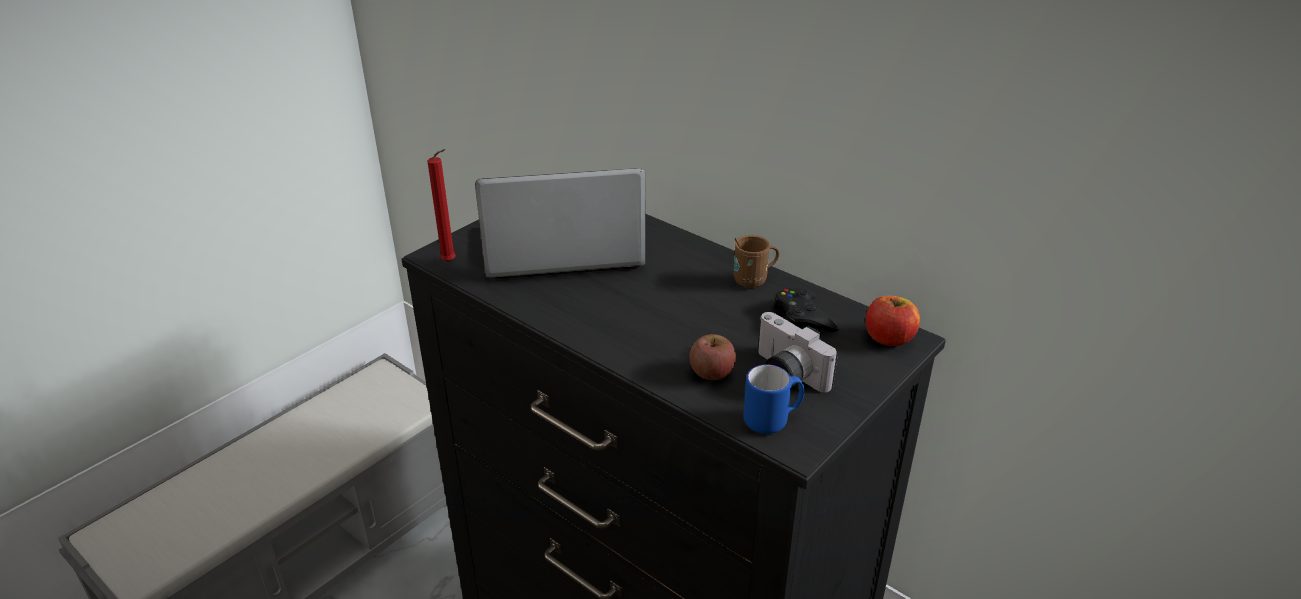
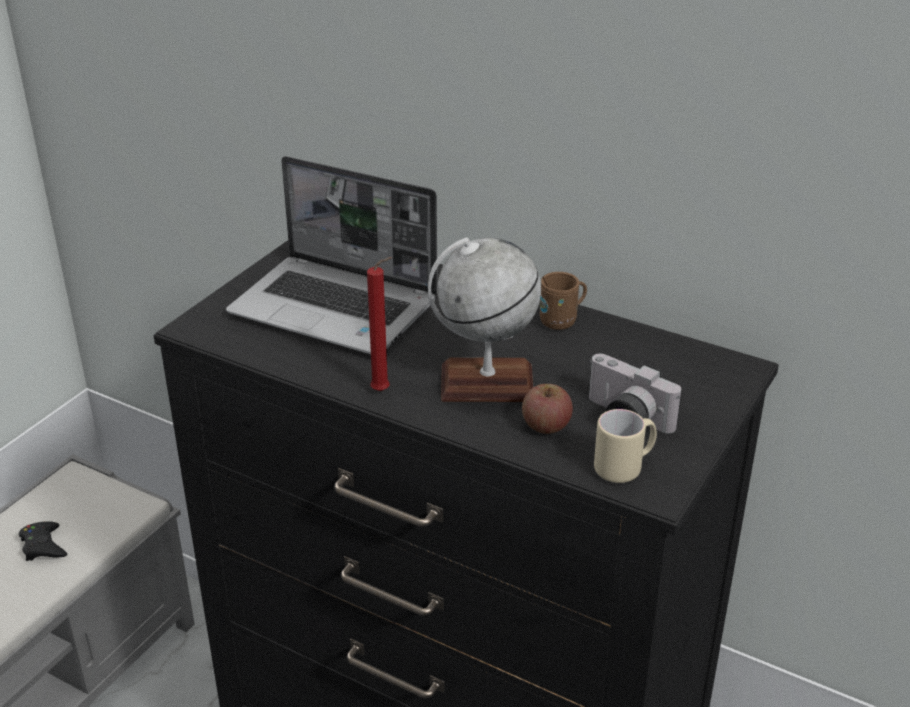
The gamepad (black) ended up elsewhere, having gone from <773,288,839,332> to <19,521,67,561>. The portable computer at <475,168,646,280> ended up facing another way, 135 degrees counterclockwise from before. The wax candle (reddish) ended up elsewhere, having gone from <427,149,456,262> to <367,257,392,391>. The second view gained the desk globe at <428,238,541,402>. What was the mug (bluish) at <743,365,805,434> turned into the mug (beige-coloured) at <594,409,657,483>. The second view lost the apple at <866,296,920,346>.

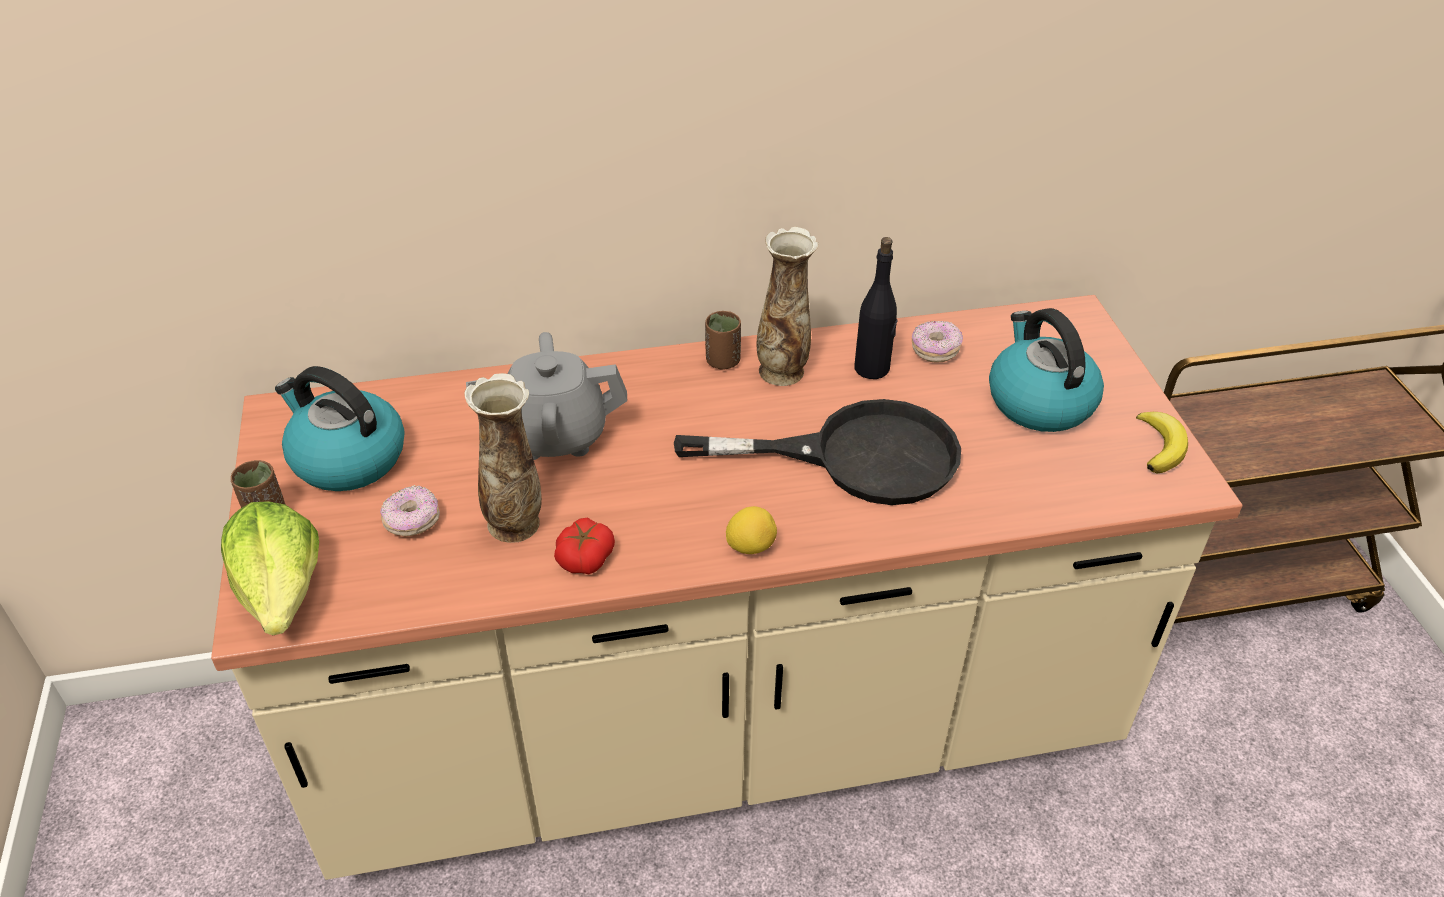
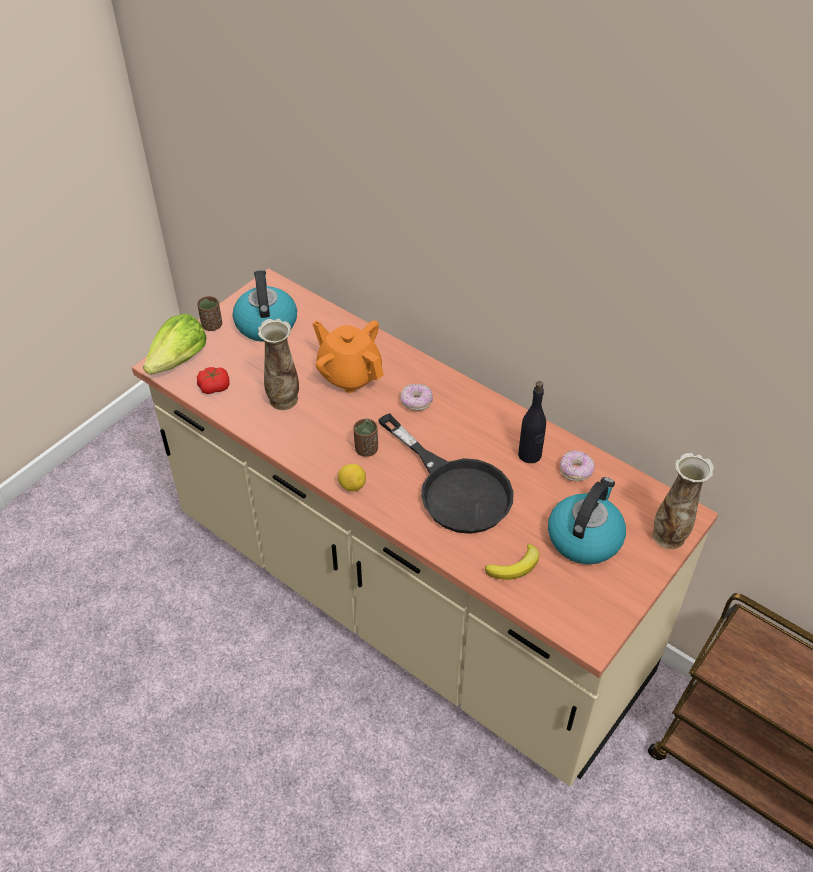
The whole tomato ended up elsewhere, having gone from <554,517,615,574> to <197,367,230,394>. What was the teapot (gray) at <466,332,627,460> turned into the teapot (orange) at <312,320,384,393>. The cup (brown-coloured) ended up elsewhere, having gone from <705,311,741,370> to <353,419,378,457>. The doughnut ended up elsewhere, having gone from <380,485,440,536> to <400,384,433,411>. The banana fruit ended up elsewhere, having gone from <1136,412,1188,473> to <485,544,539,580>. The flower vase ended up elsewhere, having gone from <757,227,819,386> to <652,453,714,549>.

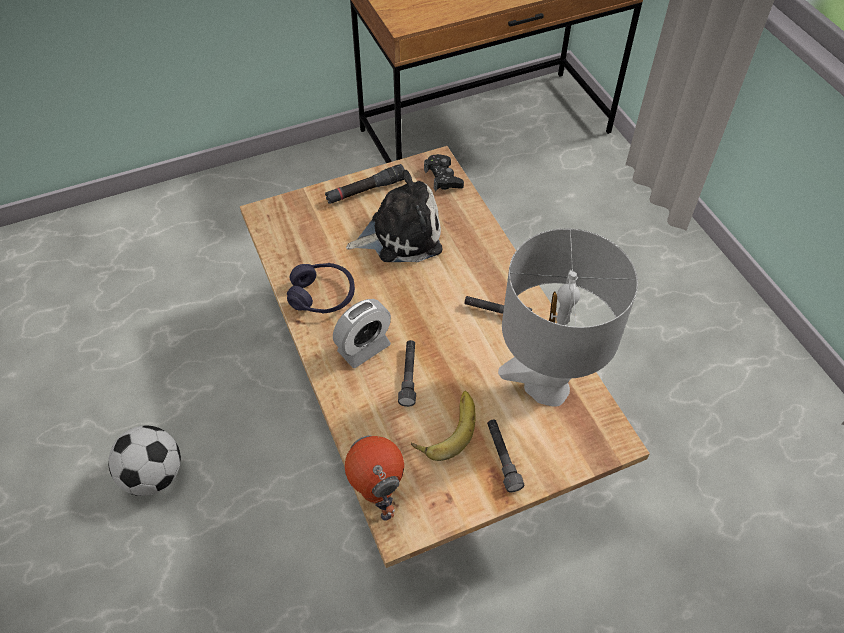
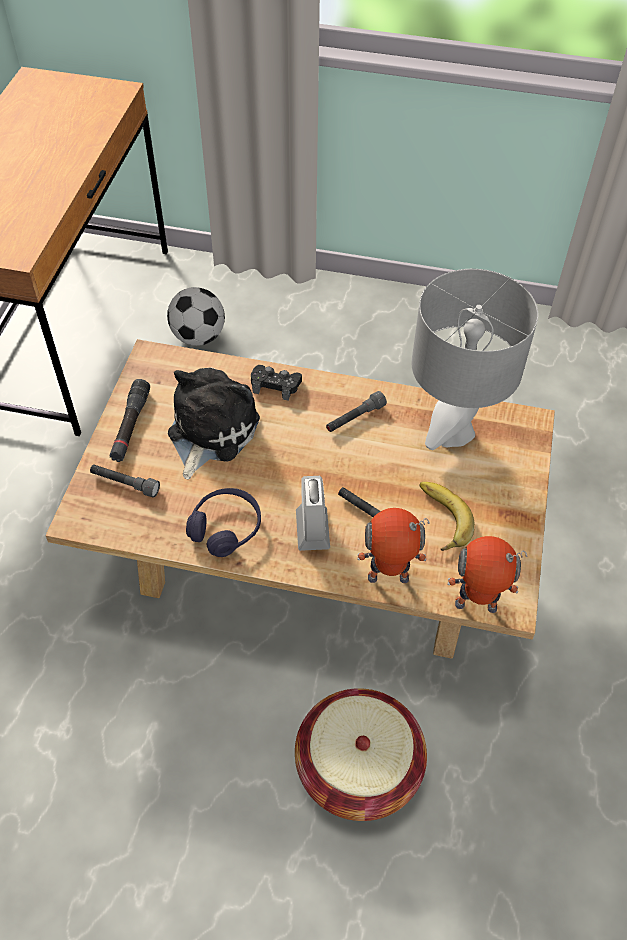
The flashlight (gray) ended up elsewhere, having gone from <487,419,524,492> to <90,464,160,497>. The football ball ended up elsewhere, having gone from <108,425,181,496> to <167,287,225,346>. The gamepad (black) ended up elsewhere, having gone from <424,154,464,192> to <251,365,302,401>. The second view gained the basket at <295,688,427,821>. The second view gained the toy robot at <357,508,430,583>.

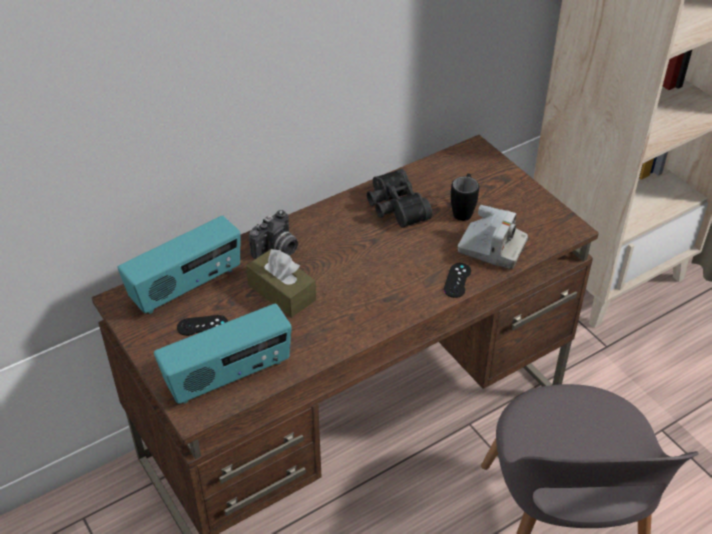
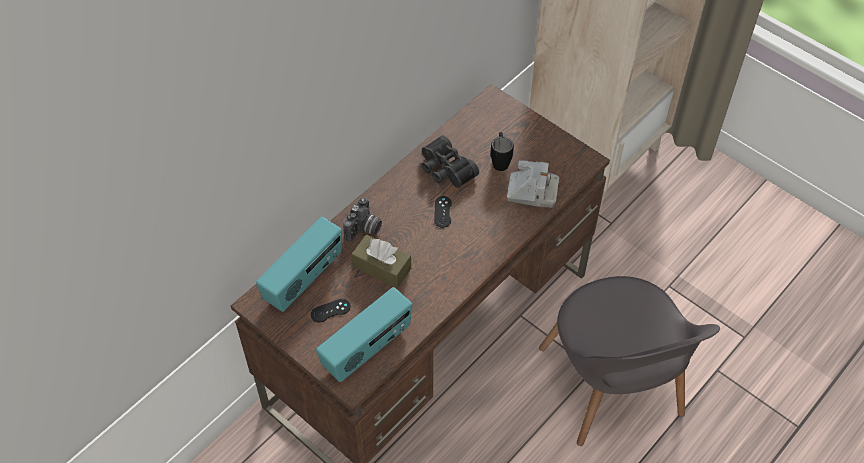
The gamepad (black) ended up elsewhere, having gone from <444,263,471,298> to <434,196,452,228>.

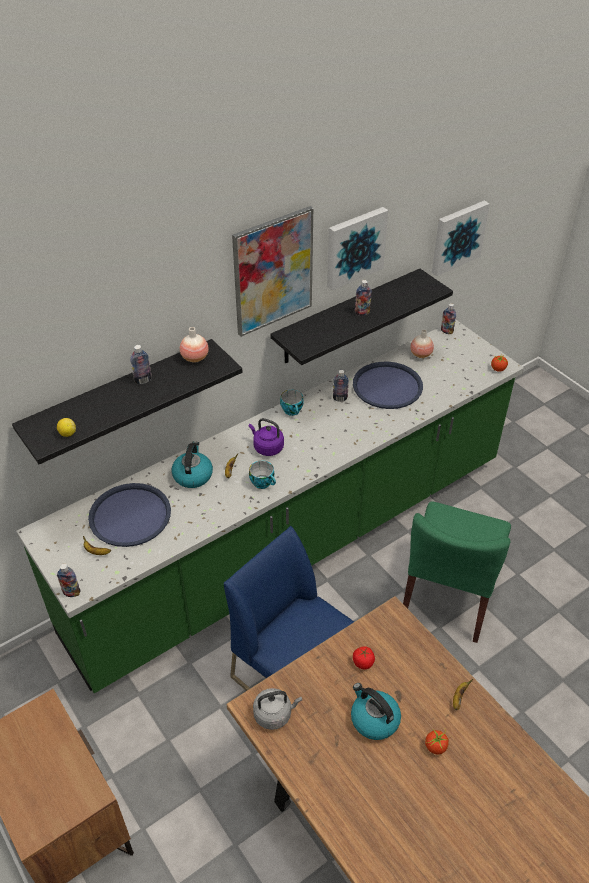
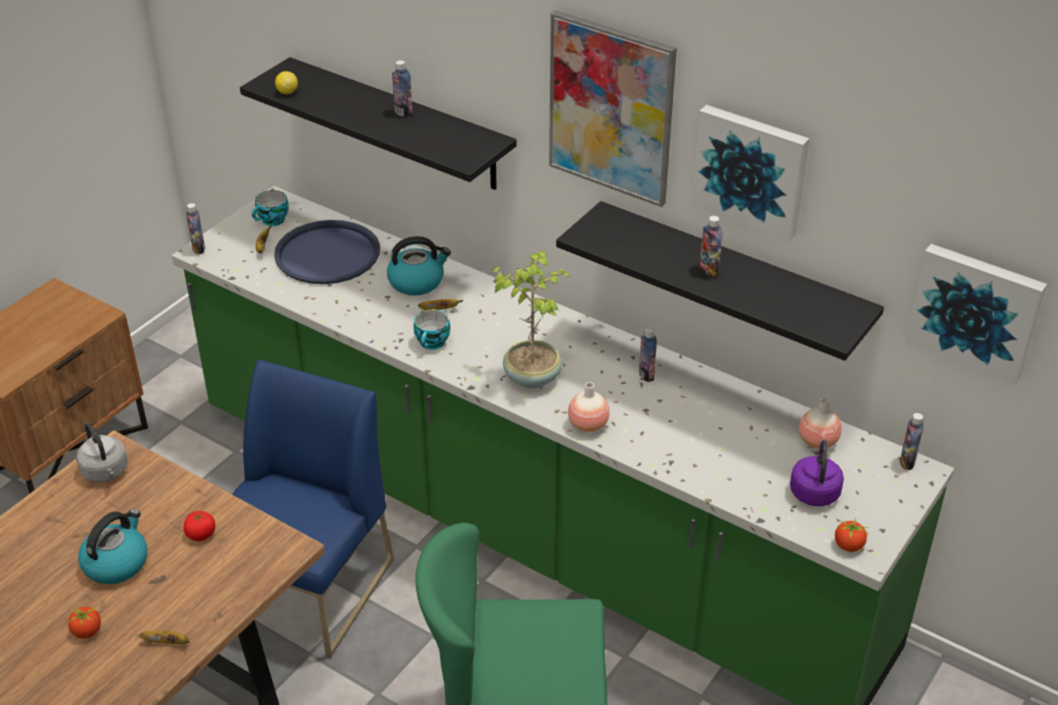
The cup ended up elsewhere, having gone from <280,390,304,416> to <252,190,289,226>. The second view gained the houseplant at <491,251,571,389>. The flower vase ended up elsewhere, having gone from <180,327,209,363> to <568,382,610,432>. The tea kettle (purplish) ended up elsewhere, having gone from <249,418,284,456> to <790,440,844,506>. The second view lost the tray (bluish) at <353,361,423,409>.

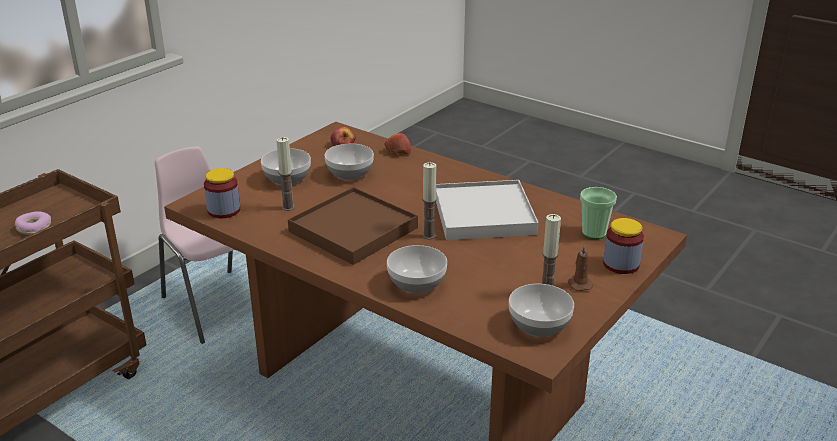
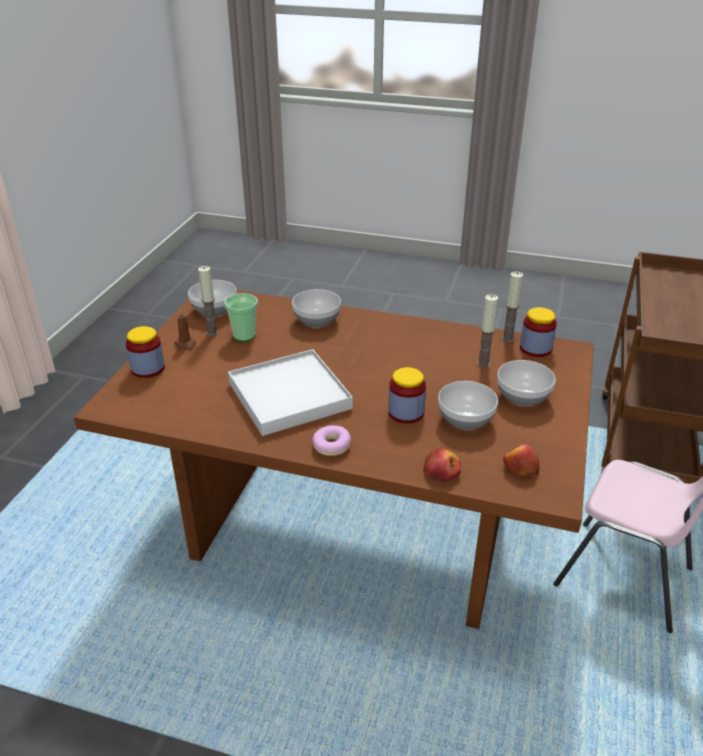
The cup ended up elsewhere, having gone from <580,187,617,239> to <225,293,258,341>. The doughnut ended up elsewhere, having gone from <15,211,51,235> to <312,425,351,456>. The second view gained the jar at <388,367,426,424>. The wax candle ended up elsewhere, having gone from <422,162,437,239> to <502,272,523,342>. The second view lost the tray (brown-coloured) at <288,187,418,265>.

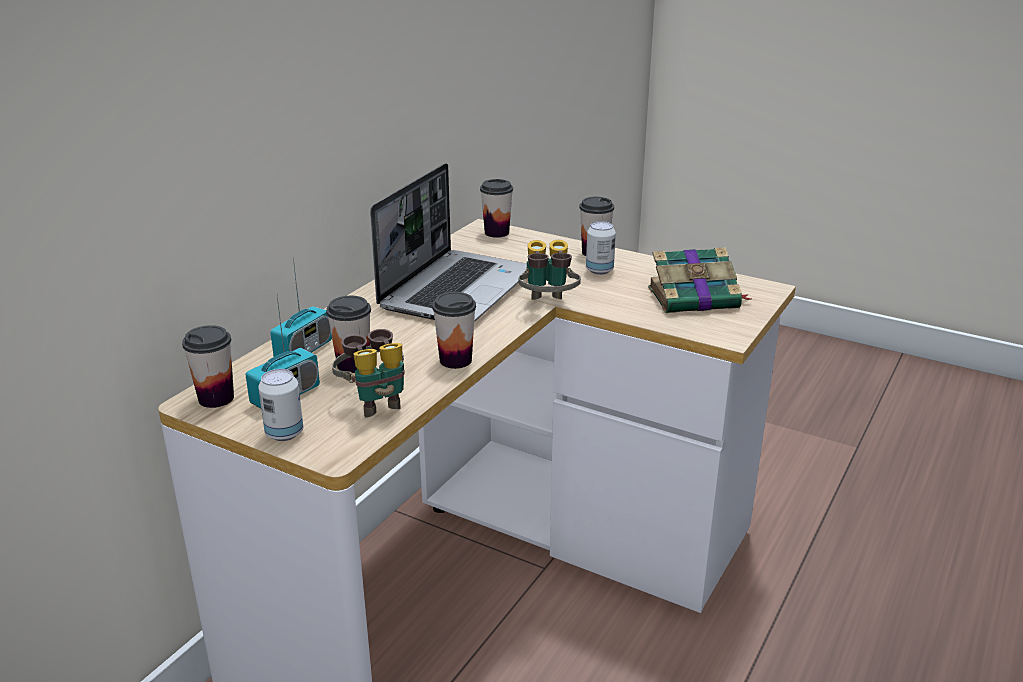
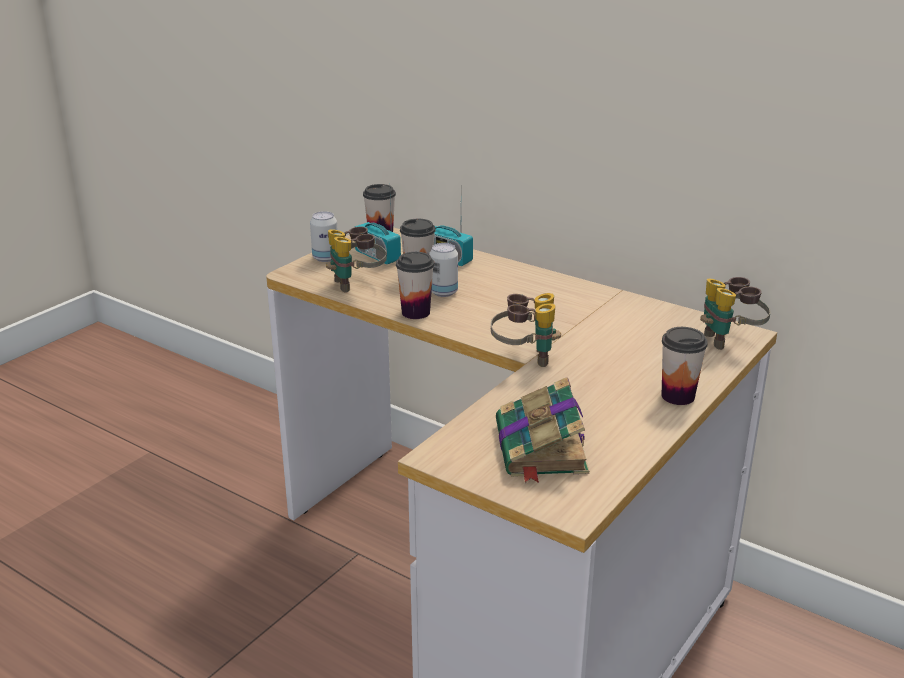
The can ended up elsewhere, having gone from <586,221,616,275> to <429,243,458,297>. Where the cup stood at <480,179,513,238>, the binoculars came to stand at <700,277,770,350>. The second view lost the portable computer at <370,163,527,322>.

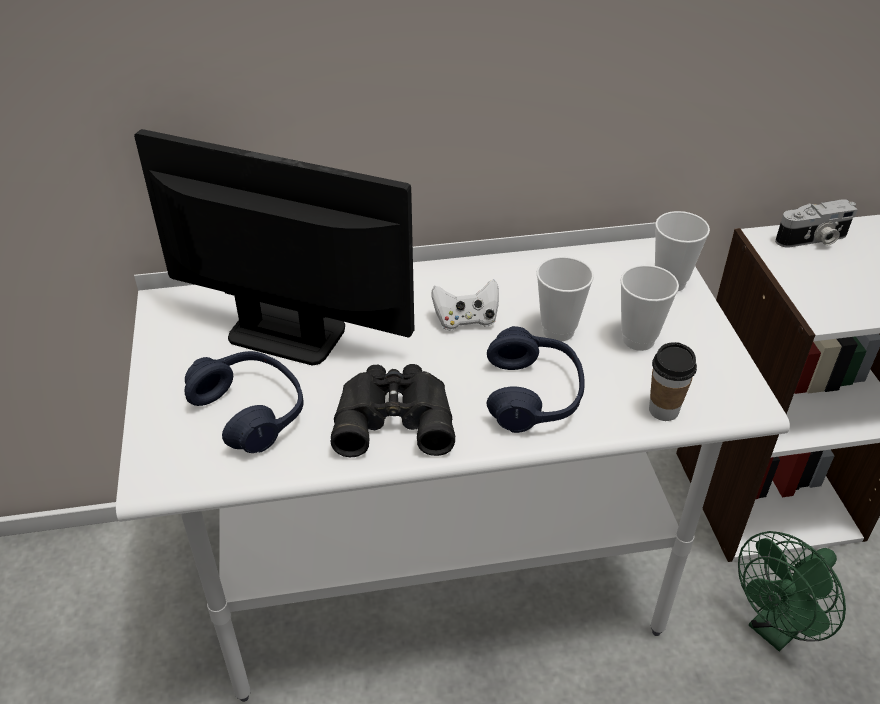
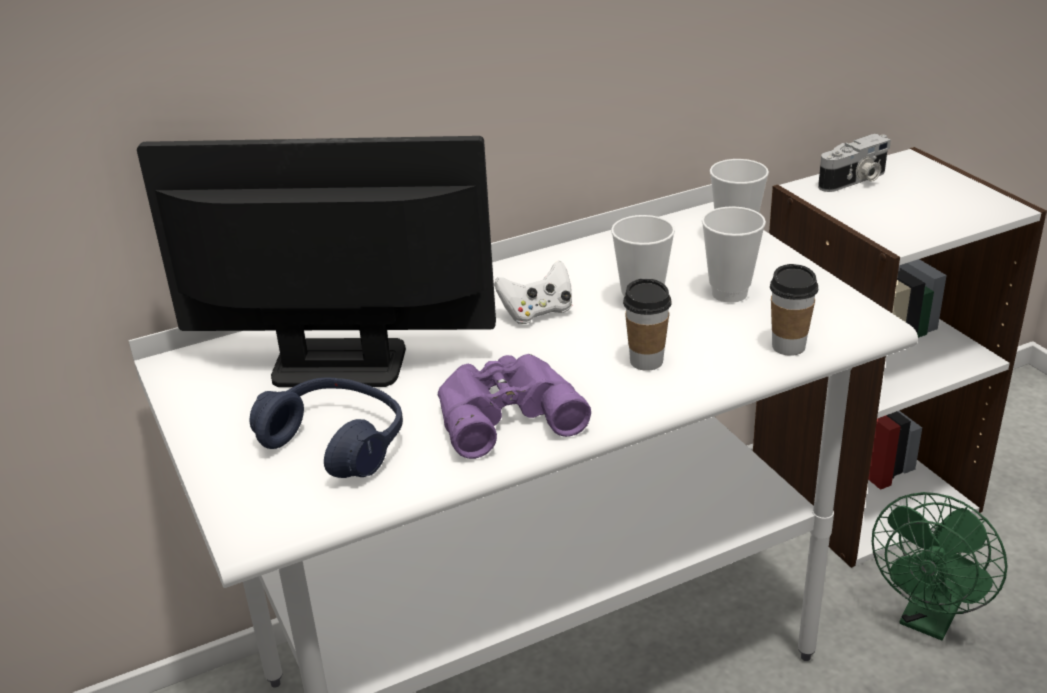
What was the binoculars (black) at <330,364,455,457> turned into the binoculars (purplish) at <438,354,591,459>. Where the headphones (bluish) stood at <487,326,584,433>, the cup came to stand at <623,279,672,371>.

